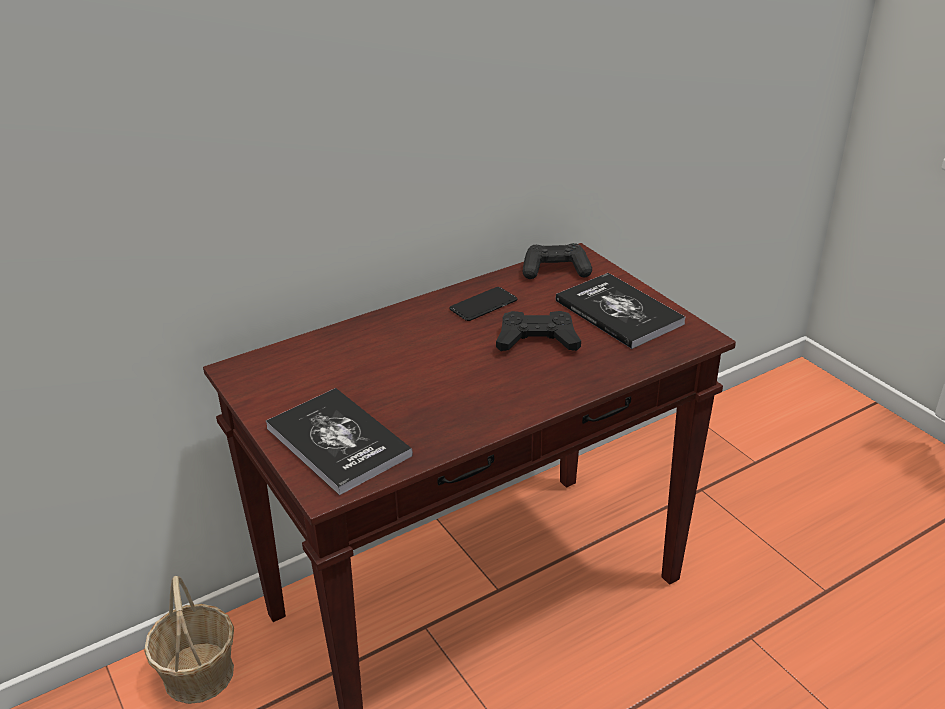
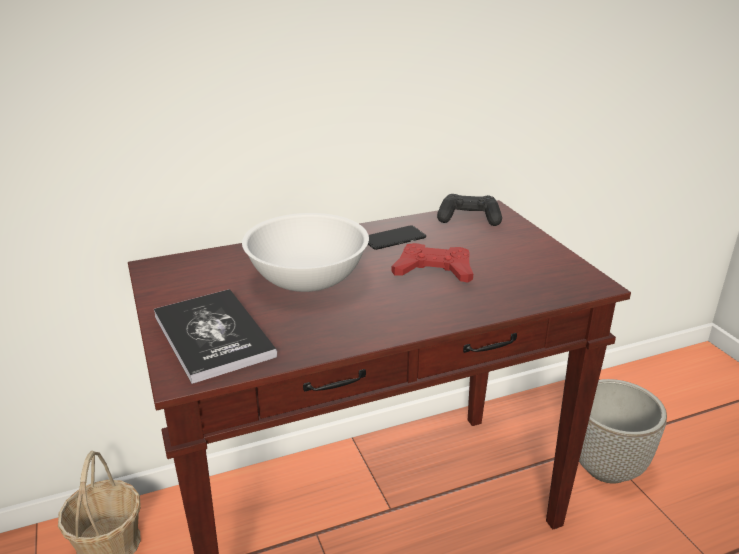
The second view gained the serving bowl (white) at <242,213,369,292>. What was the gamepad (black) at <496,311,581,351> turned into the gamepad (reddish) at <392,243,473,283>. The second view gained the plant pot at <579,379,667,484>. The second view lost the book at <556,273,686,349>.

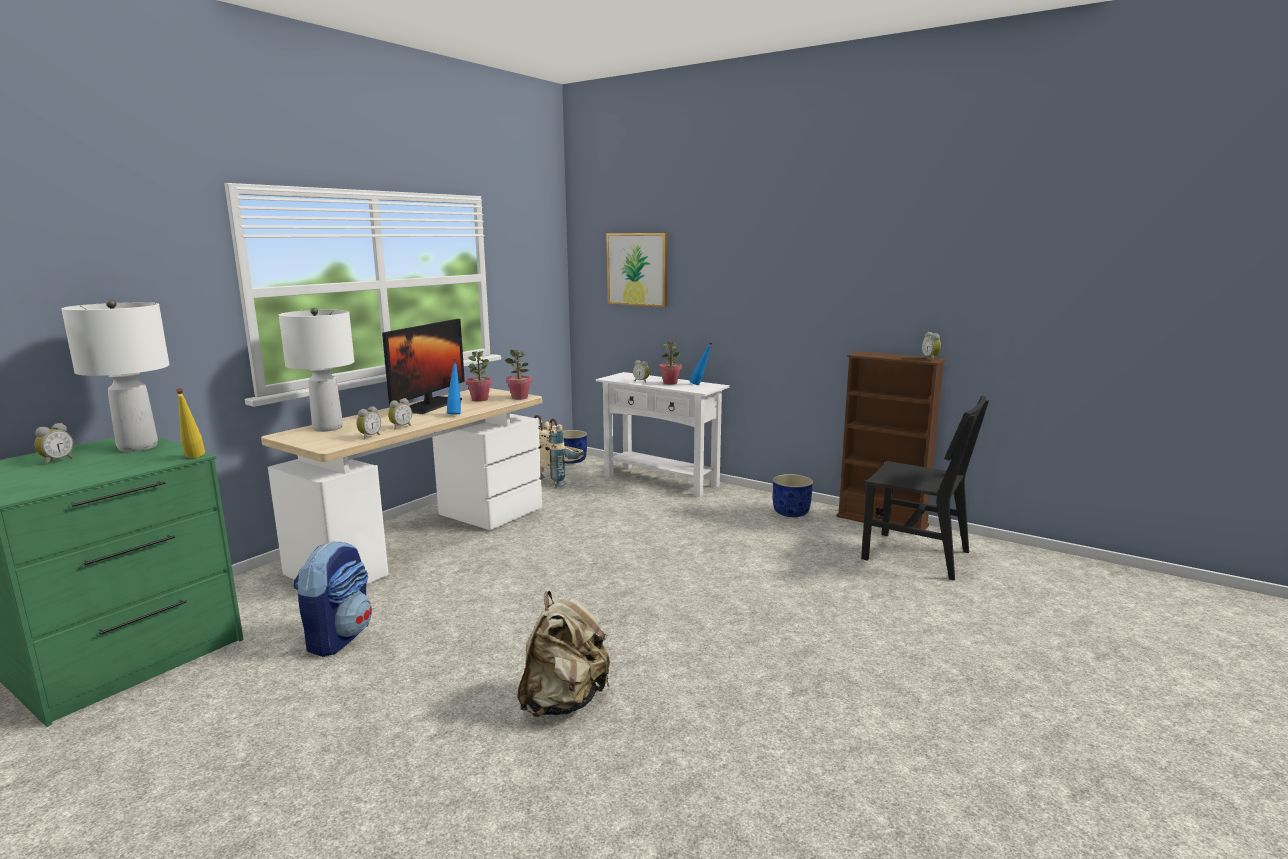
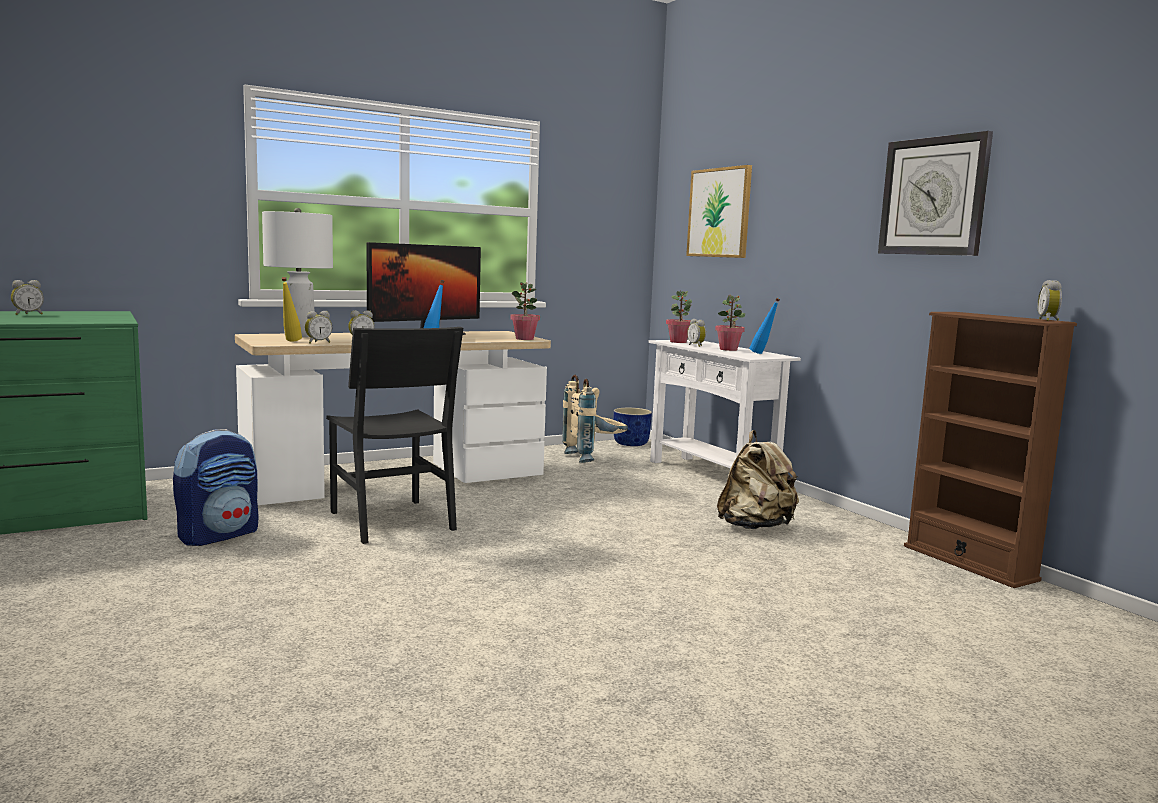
The beverage bottle (yellow-coloured) ended up elsewhere, having gone from <176,389,205,458> to <282,277,302,341>. The upright chair (black) ended up elsewhere, having gone from <861,395,989,580> to <326,327,463,544>. The houseplant ended up elsewhere, having gone from <466,351,492,401> to <666,291,692,343>. The rucksack (beige-coloured) ended up elsewhere, having gone from <517,591,610,717> to <717,430,799,529>. The second view gained the wall clock at <878,131,993,256>. The second view lost the table lamp (white) at <61,299,169,452>. The second view lost the plant pot (bluish) at <773,474,813,517>.

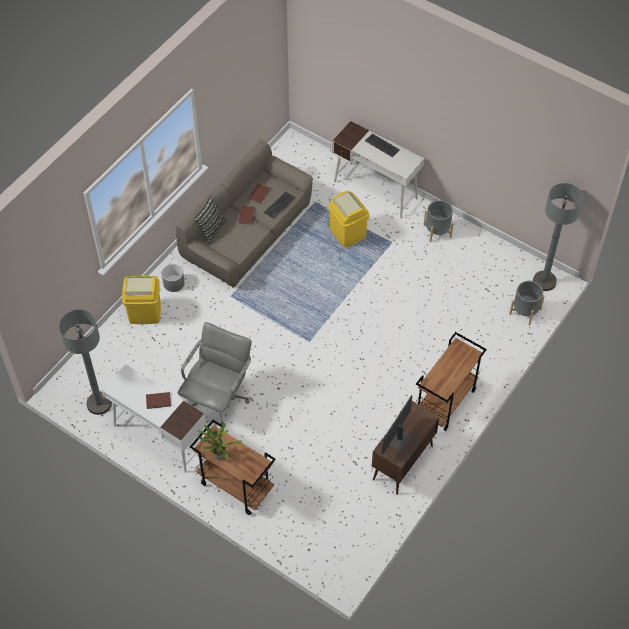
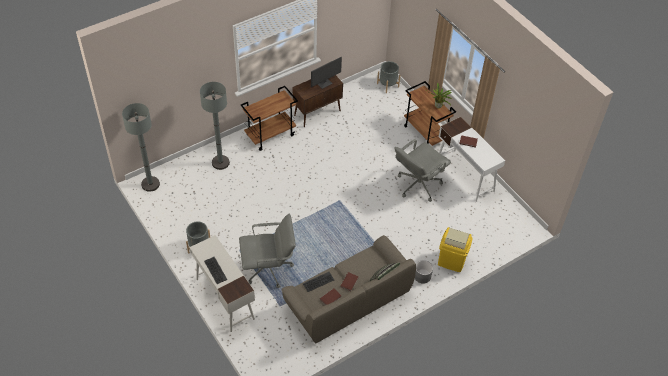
The floor lamp (gray) ended up elsewhere, having gone from <59,309,112,415> to <200,82,230,170>. Where the trash can (yellow-coloured) stood at <328,191,369,247>, the desk chair (gray) came to stand at <239,214,296,288>. The plant pot (gray) ended up elsewhere, having gone from <509,281,545,325> to <377,61,401,93>.

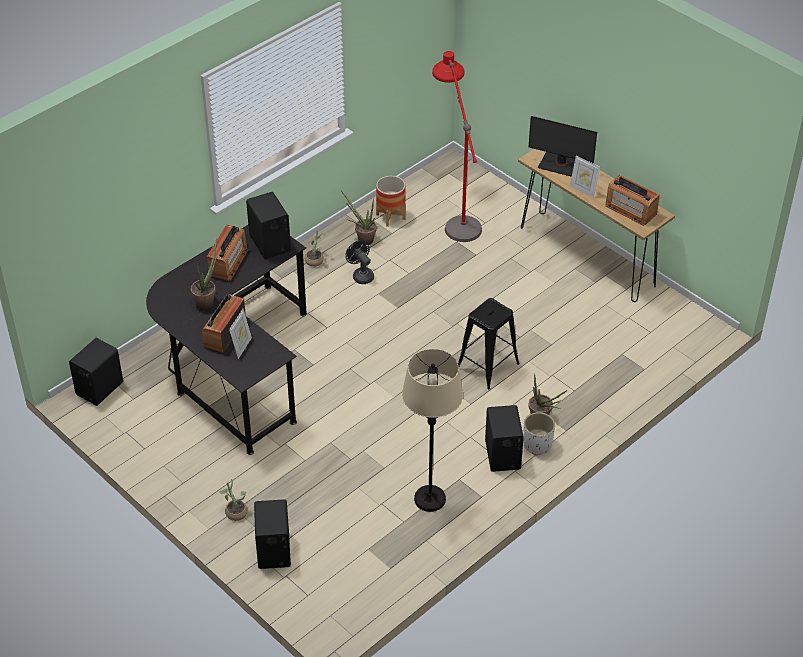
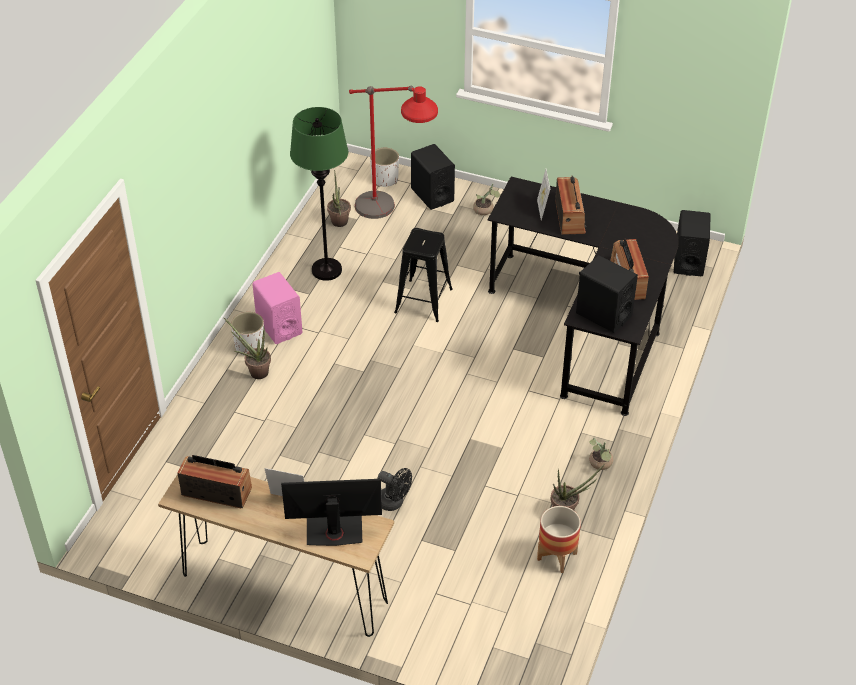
What was the speaker (black) at <485,405,524,472> turned into the speaker (pinkish) at <252,272,302,344>. What was the floor lamp (beige-coloured) at <402,349,463,512> turned into the floor lamp (greenish) at <290,107,348,281>. The houseplant ended up elsewhere, having gone from <191,238,217,309> to <327,170,351,227>. The floor lamp (reddish) ended up elsewhere, having gone from <432,51,482,242> to <349,86,438,219>. The second view gained the plant pot (white) at <370,148,399,187>. The electric fan (black) ended up elsewhere, having gone from <345,240,374,284> to <378,468,412,511>. The sitting stool (black) ended up elsewhere, having gone from <458,298,520,389> to <394,228,453,322>.

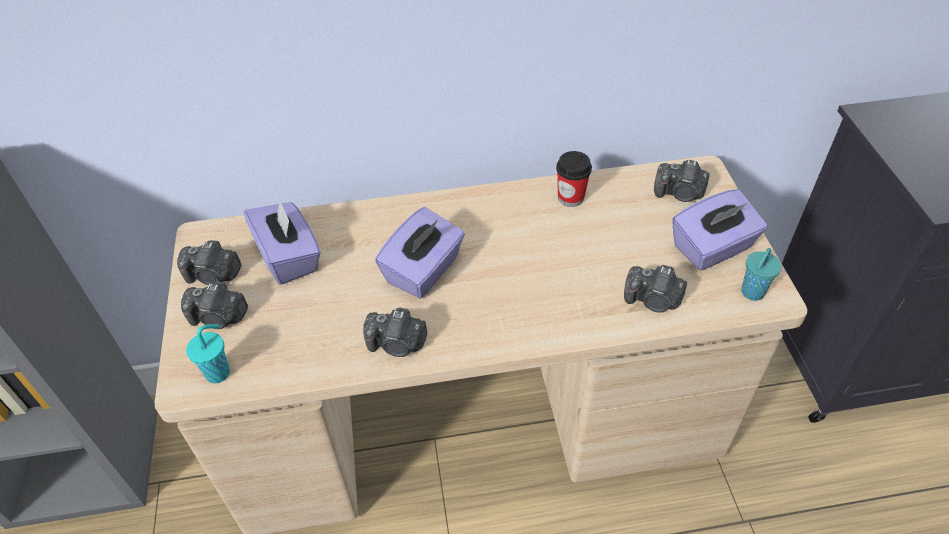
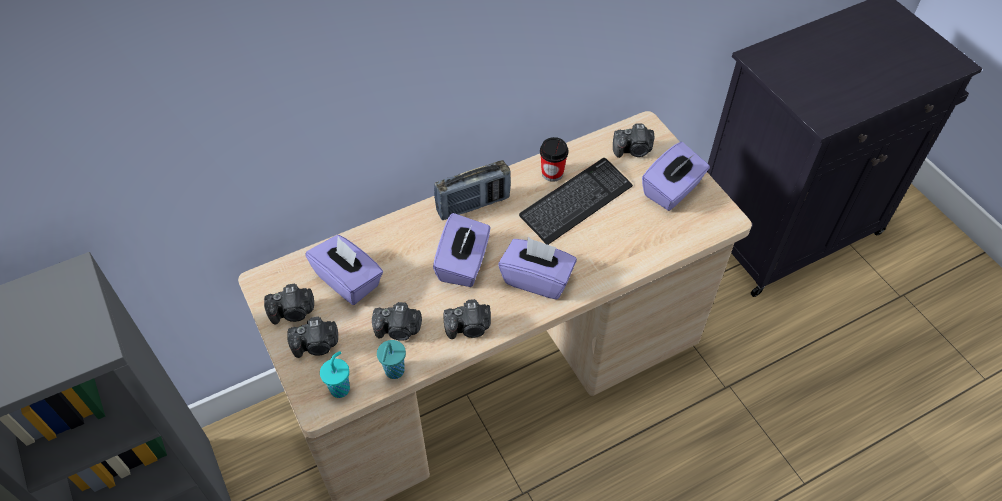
The photo camera ended up elsewhere, having gone from <624,265,687,312> to <372,302,422,341>. The cup (turquoise-coloured) ended up elsewhere, having gone from <741,248,782,301> to <377,340,406,379>. The second view gained the radio receiver at <434,160,511,220>. The second view gained the tissue holder (purplish) at <498,237,577,300>. The second view gained the keyboard at <519,158,633,245>.

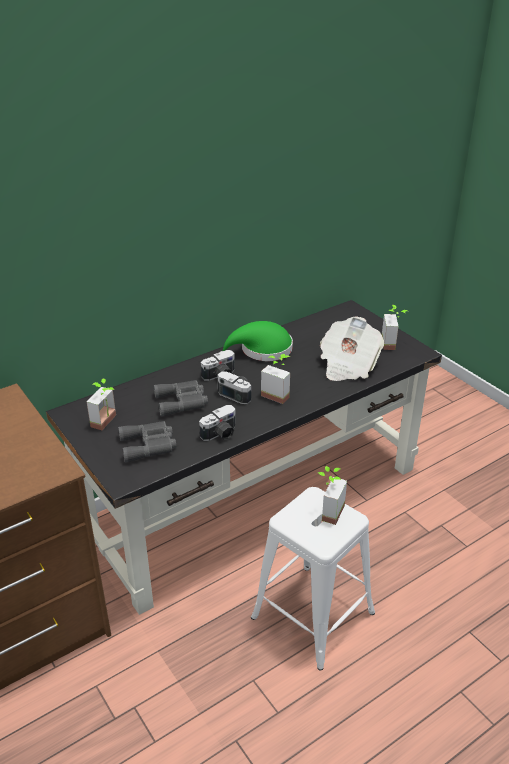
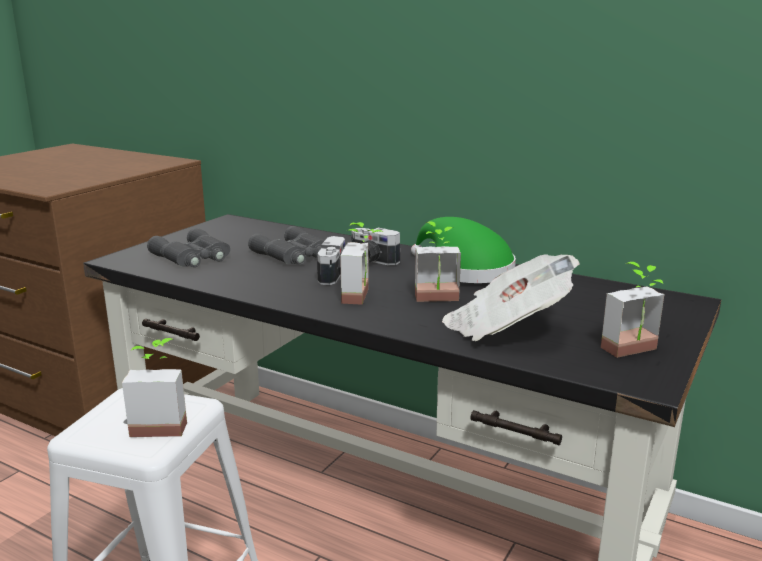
The houseplant ended up elsewhere, having gone from <87,378,116,430> to <415,221,461,302>. The second view lost the photo camera at <199,405,235,441>.

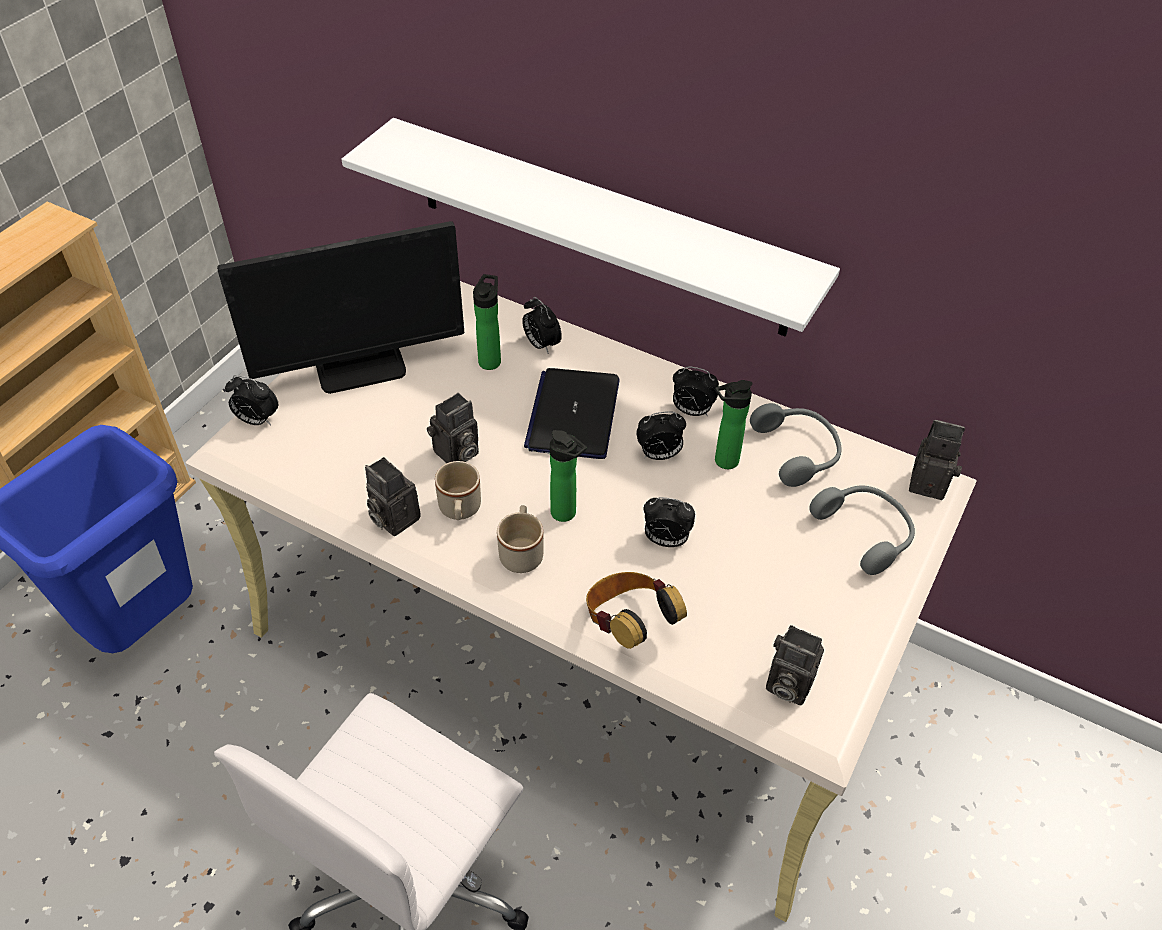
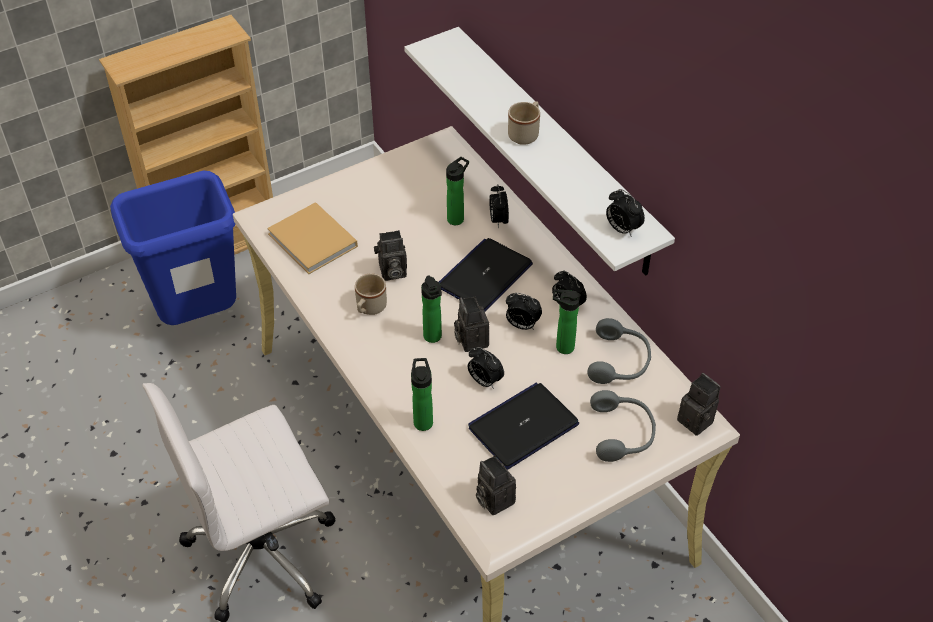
The second view gained the book (beige-coloured) at <267,202,358,274>. Where the headphones stood at <586,572,687,649>, the beverage bottle came to stand at <411,358,433,431>. The photo camera ended up elsewhere, having gone from <365,457,421,536> to <454,296,489,352>. The second view gained the portable computer at <468,383,579,470>. The mug (beige-coloured) ended up elsewhere, having gone from <497,505,544,573> to <508,101,540,145>. The bedside clock ended up elsewhere, having gone from <225,375,278,425> to <606,189,645,237>. The second view lost the computer display at <217,221,464,394>.

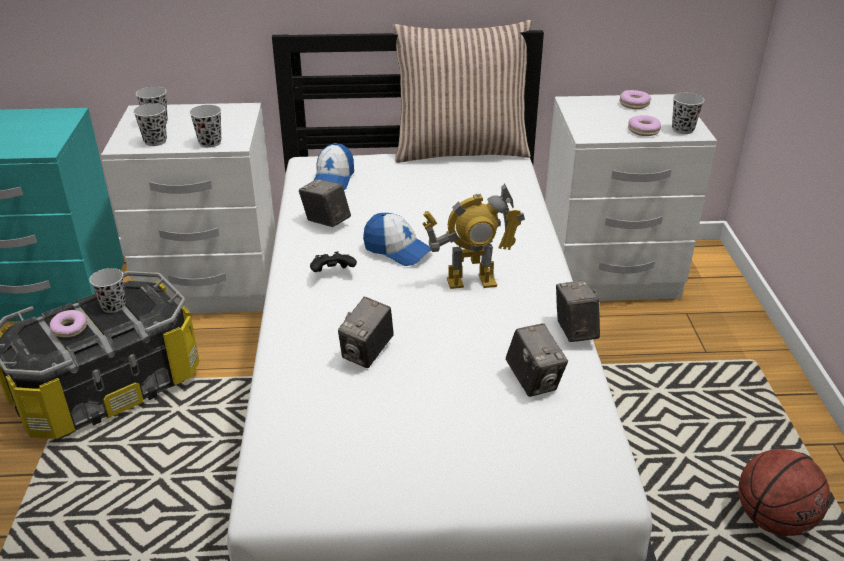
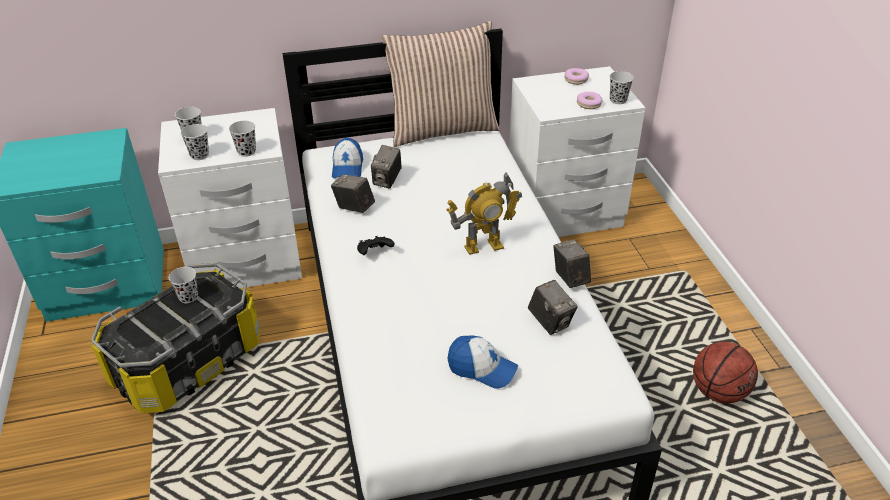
The photo camera ended up elsewhere, having gone from <338,297,394,368> to <371,145,402,189>. The peaked cap ended up elsewhere, having gone from <363,213,431,266> to <448,336,518,389>. The second view lost the doughnut at <50,310,87,337>.

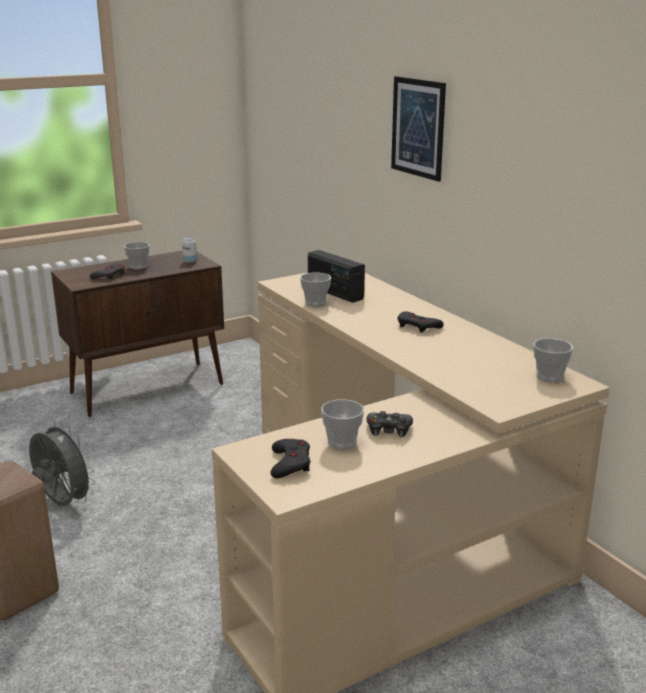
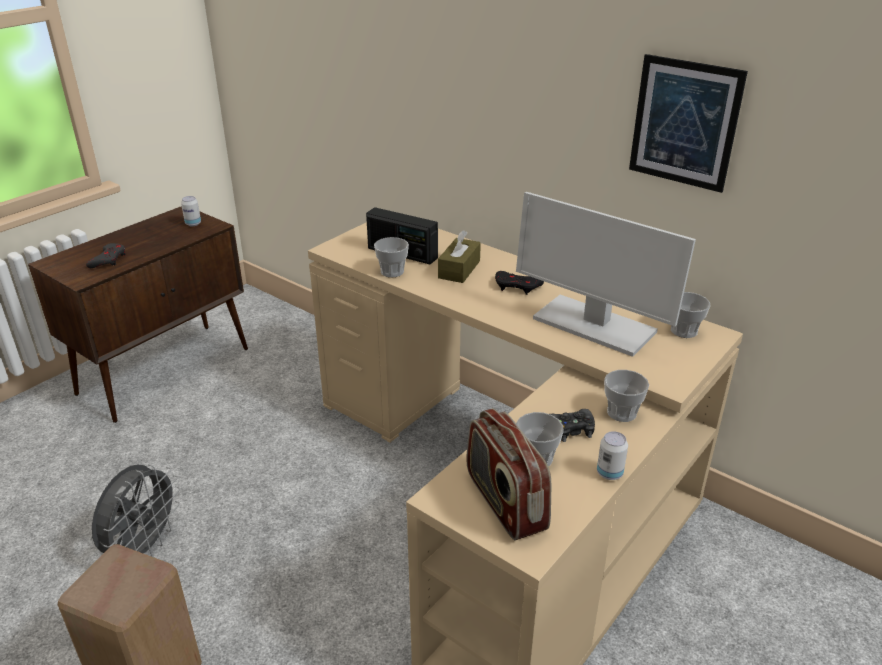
The electric fan (gray) at <29,421,96,506> ended up facing another way, 90 degrees clockwise from before. The second view gained the tissue holder (brown-coloured) at <438,230,481,283>. Where the gamepad (black) stood at <271,439,310,478>, the radio receiver came to stand at <467,409,551,540>. The second view gained the computer display at <516,192,696,357>. The second view gained the can at <597,431,628,480>. The cup ended up elsewhere, having gone from <124,242,150,270> to <604,370,649,422>. The wall picture ended up elsewhere, having gone from <391,76,446,182> to <629,54,748,193>.

